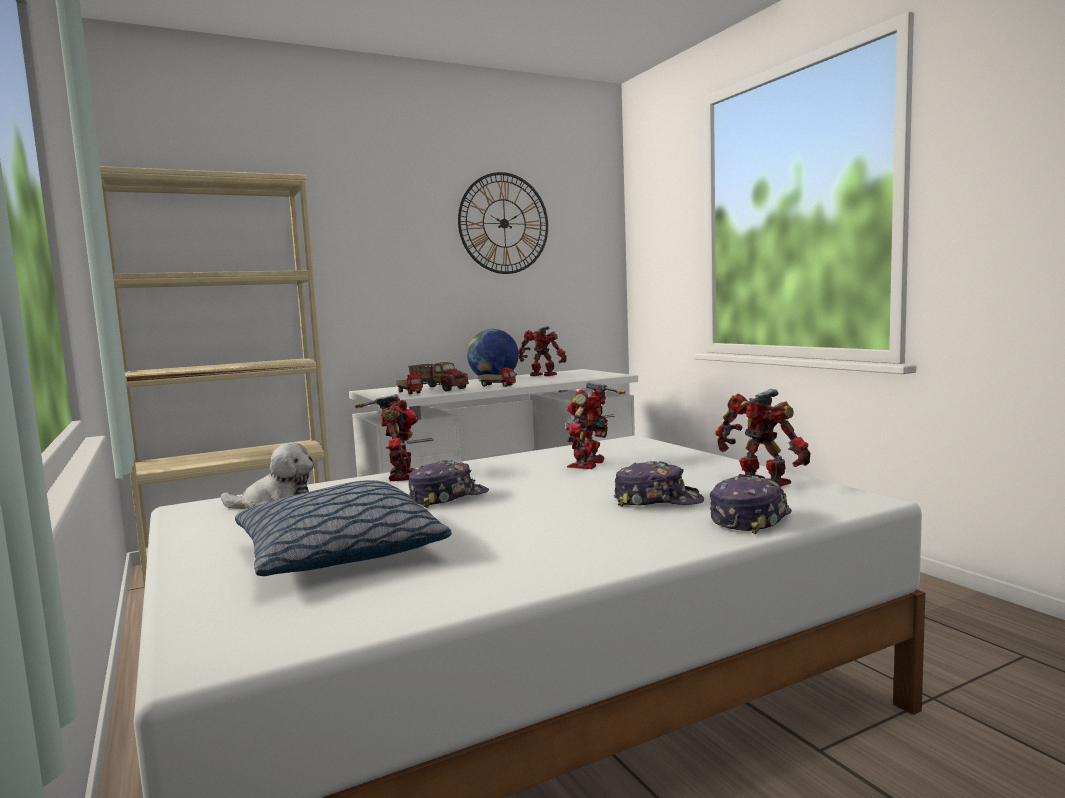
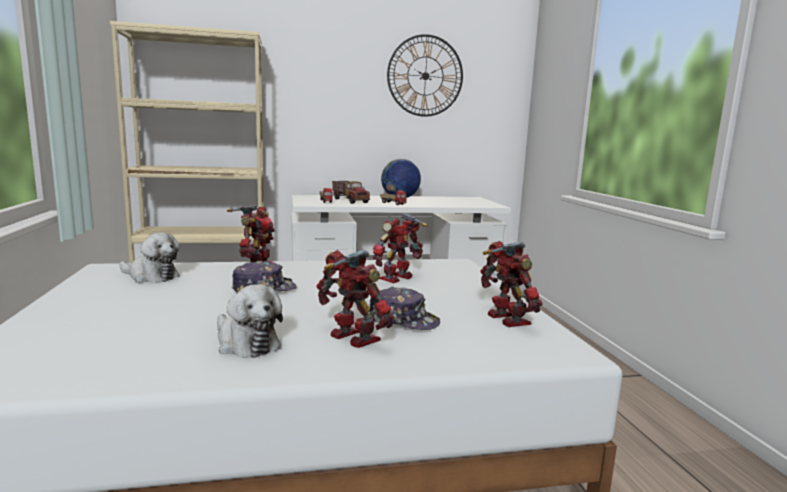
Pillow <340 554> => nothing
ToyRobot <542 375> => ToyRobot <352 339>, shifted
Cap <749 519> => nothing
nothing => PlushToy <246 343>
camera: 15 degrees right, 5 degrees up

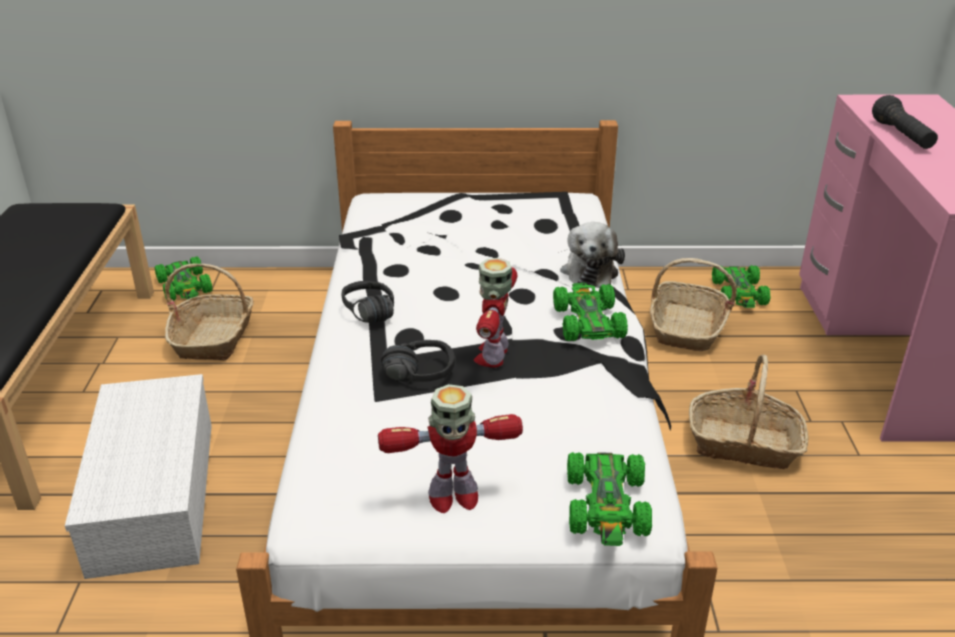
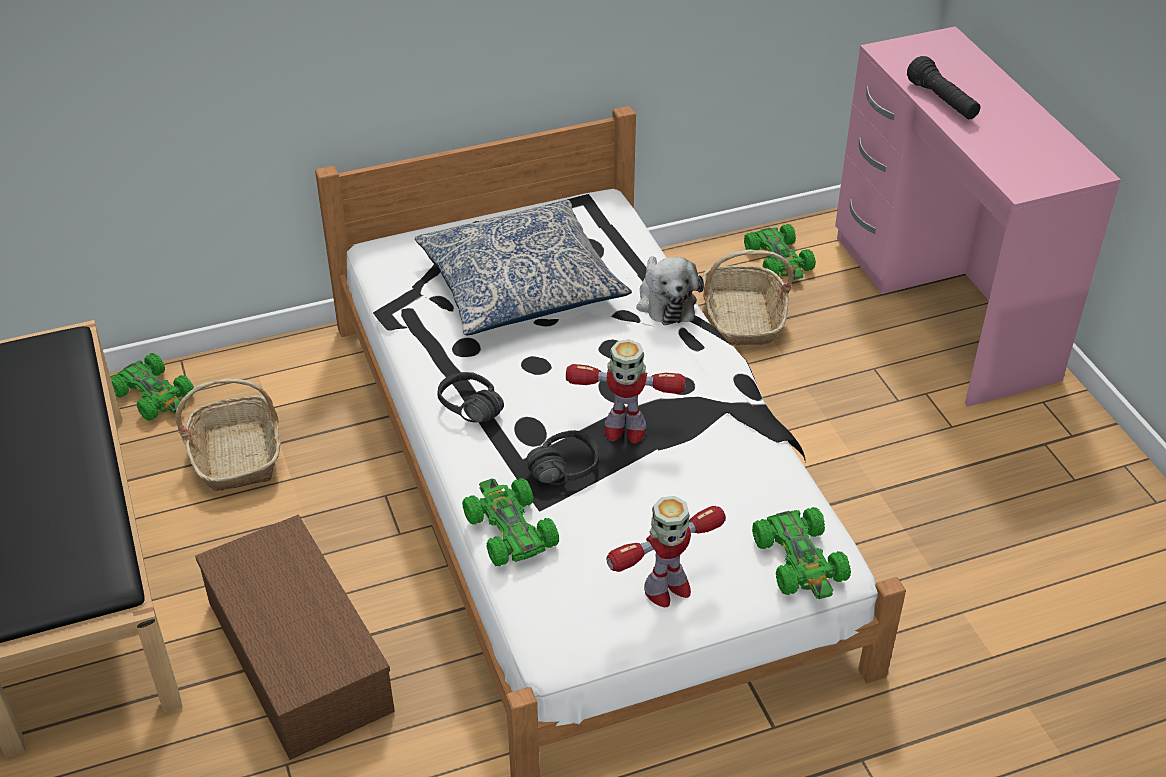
WhiteStorageBox <156 496> => BrownStorageBox <302 657>
ToyRobot <493 355> => ToyRobot <624 429>, 75 degrees counterclockwise
GreenToyCar <587 321> => GreenToyCar <509 530>, shifted
Basket <744 443> => nothing
nothing => Pillow <520 285>
camera: 20 degrees left, 10 degrees up

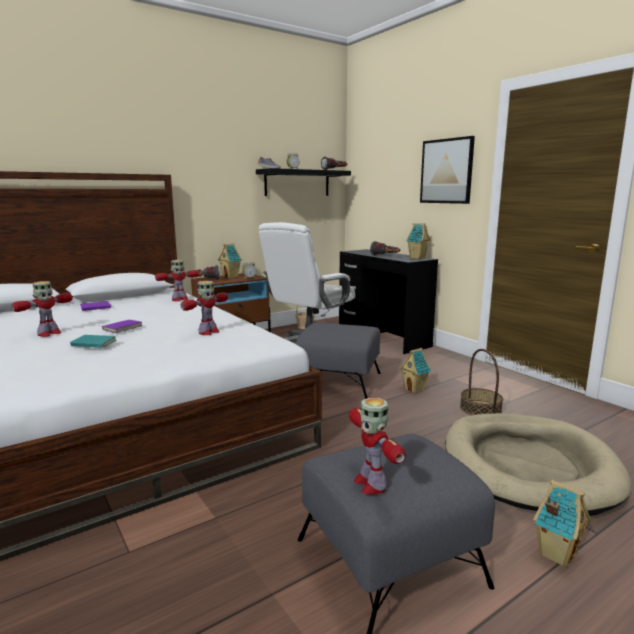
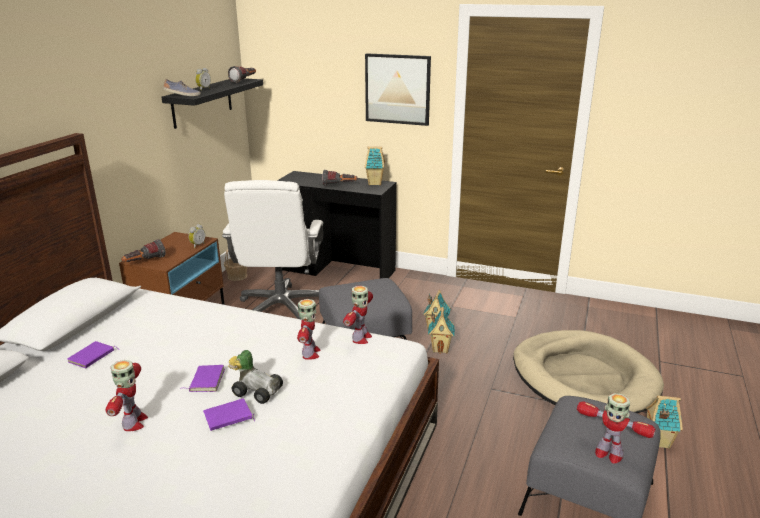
TurquoiseBook <93 344> => PurpleBook <228 418>
ToyRobot <179 299> => ToyRobot <361 338>, shifted
ToyHouse <231 276> => ToyHouse <440 348>, shifted
Basket <480 409> => nothing
nothing => ToyCar <256 390>
camera: 35 degrees left, 10 degrees up

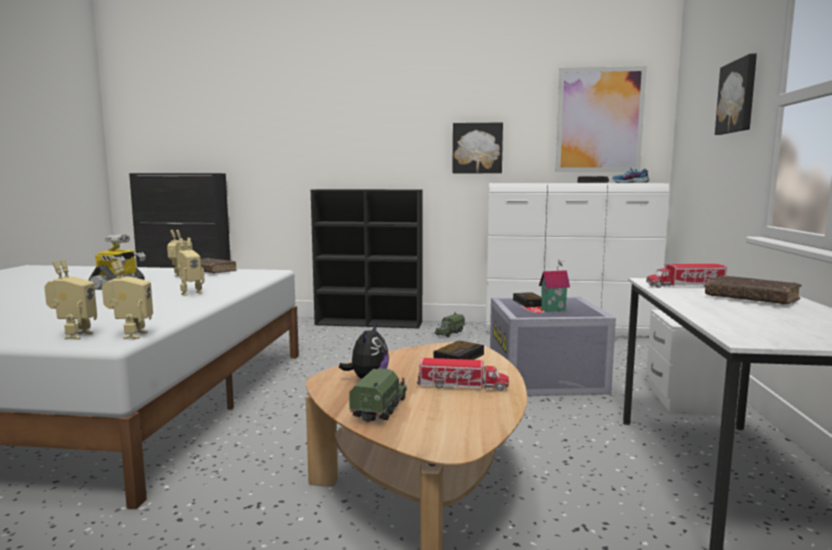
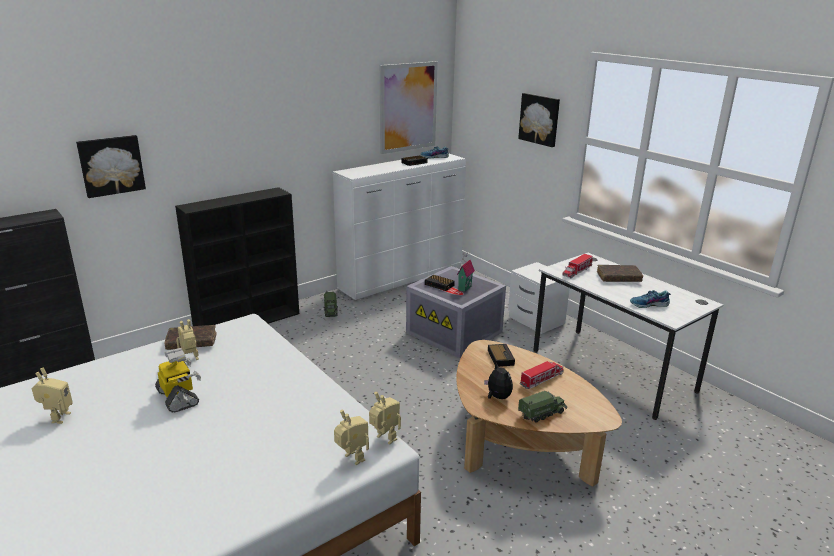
ToyRobot <190 293> => ToyRobot <57 417>, shifted
ToyTruck <380 408> => ToyTruck <542 413>, 90 degrees clockwise
Picture <477 148> => Picture <111 165>, shifted
nothing => Shoe <649 305>
camera: 45 degrees left, 15 degrees up

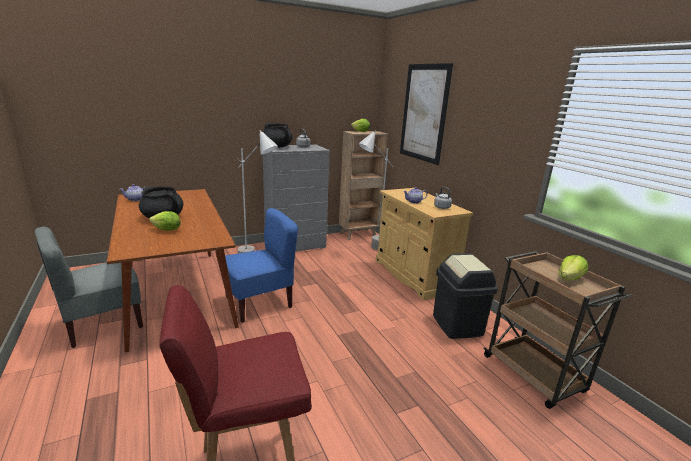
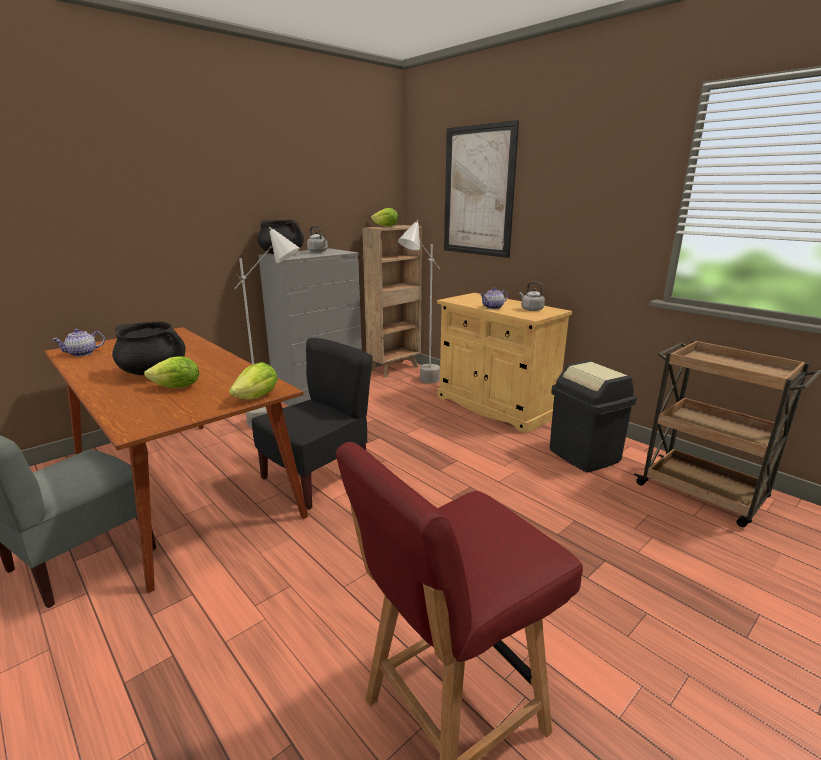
BlueChair <259 303> => BlackChair <316 478>
Lettuce <569 279> => Lettuce <257 397>, shifted
camera: 15 degrees left, 0 degrees up

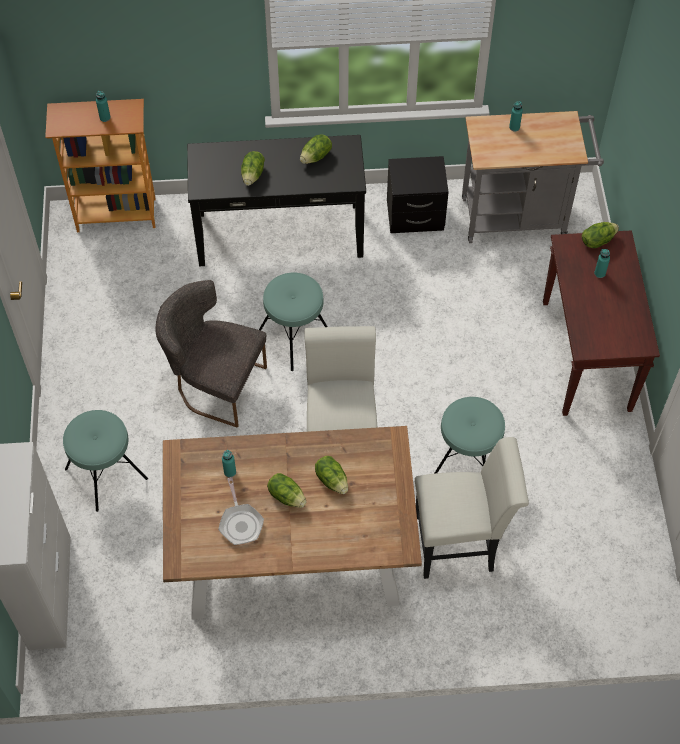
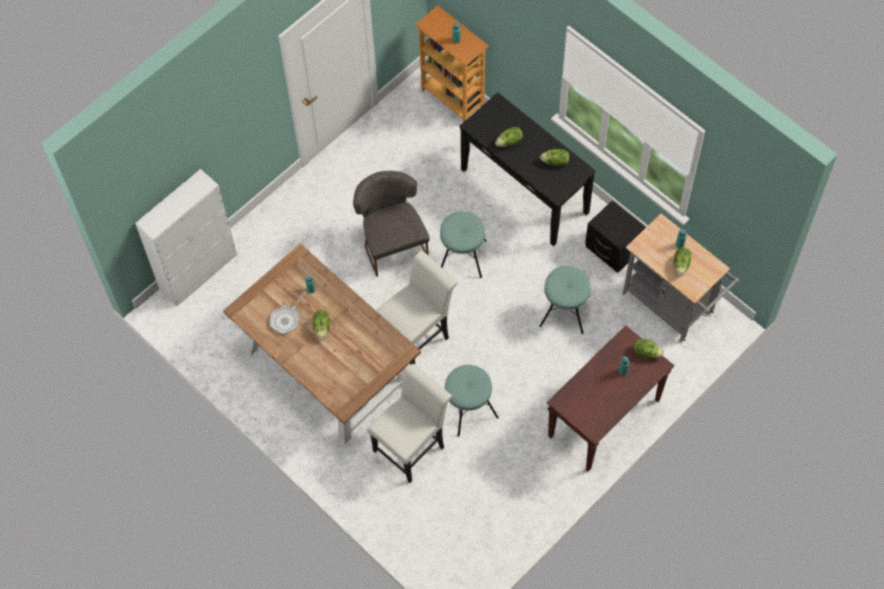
TurquoiseStool <106 473> => TurquoiseStool <564 311>, shifted
Lettuce <332 480> => Lettuce <681 265>, shifted
WhiteChair <461 543> => WhiteChair <412 445>, 90 degrees counterclockwise
camera: 50 degrees right, 5 degrees up

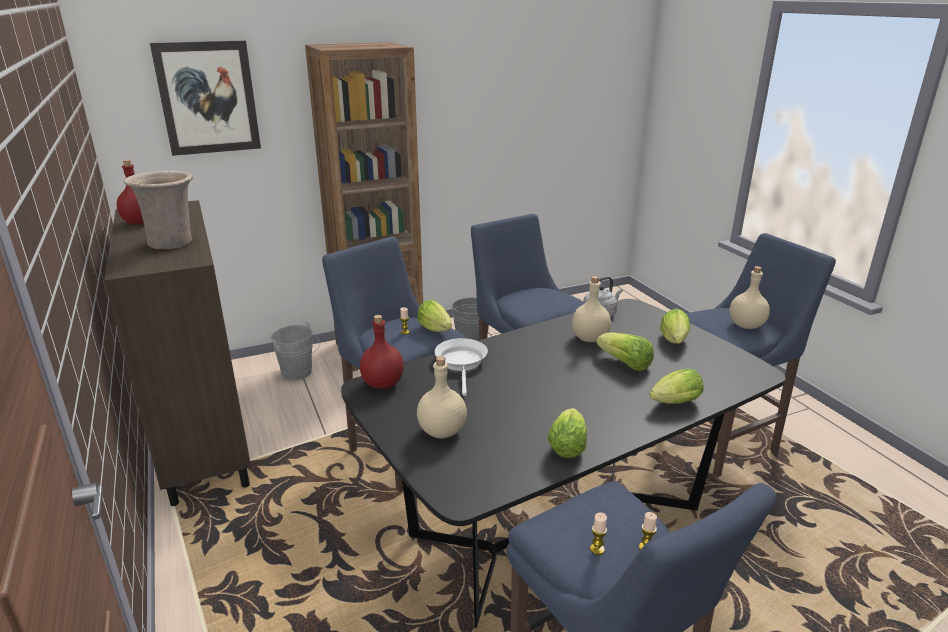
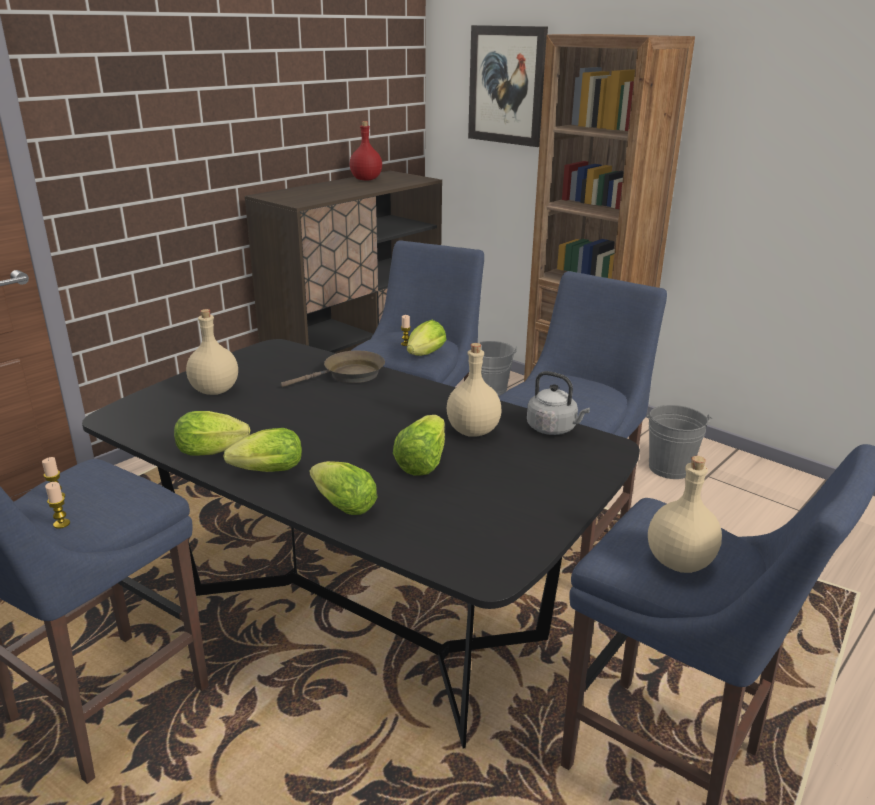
BeigeVase <172 242> => nothing
RedBottle <382 383> => nothing
WhiteFryingPan <462 363> => BrownFryingPan <349 375>
Lettuce <674 342> => Lettuce <264 472>, shifted
camera: 65 degrees right, 0 degrees up

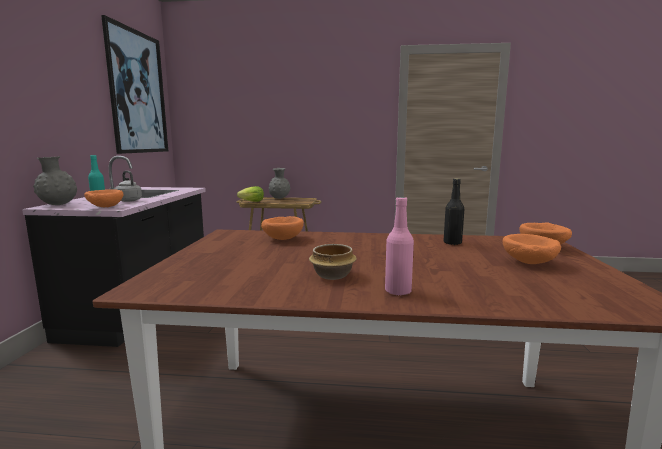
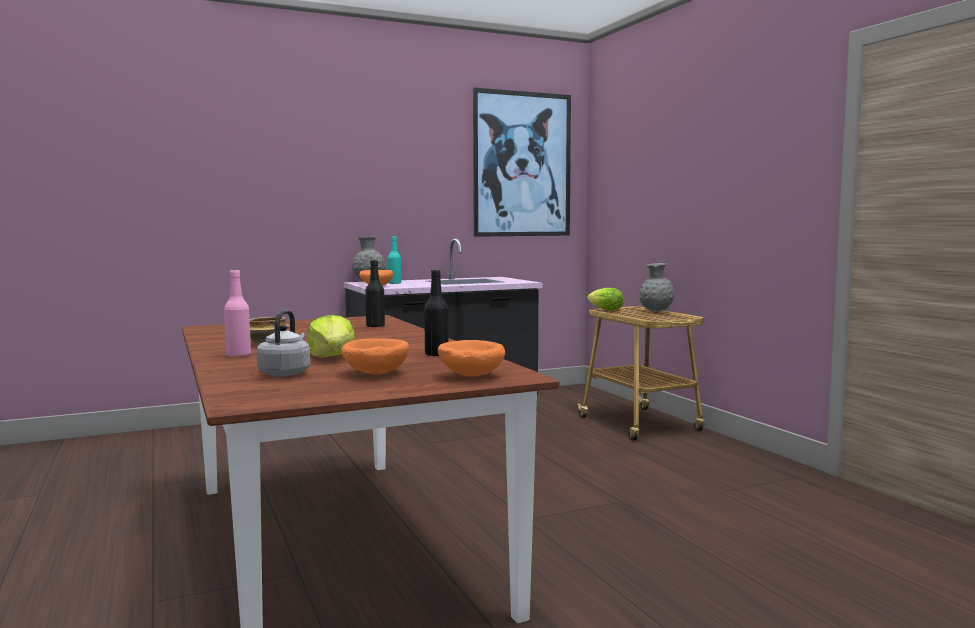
GreyKettle <128 200> => GreyKettle <286 373>, shifted
OrangeBowl <283 238> => BlackBottle <375 326>
nothing => Lettuce <332 357>
camera: 60 degrees right, 5 degrees down

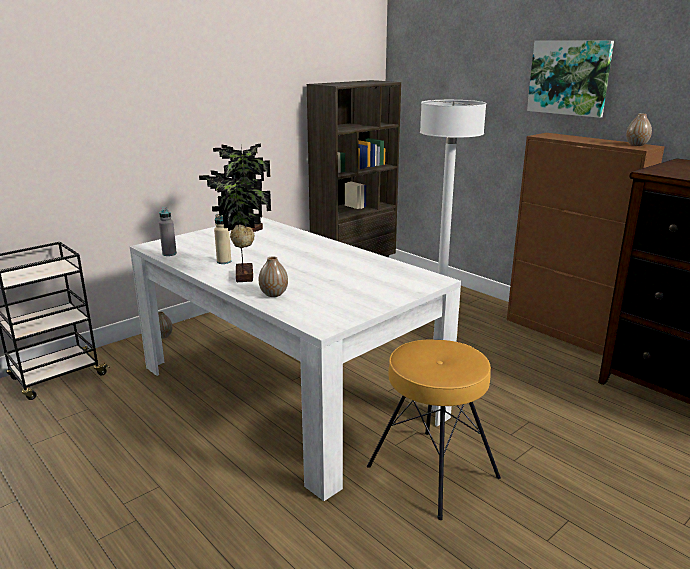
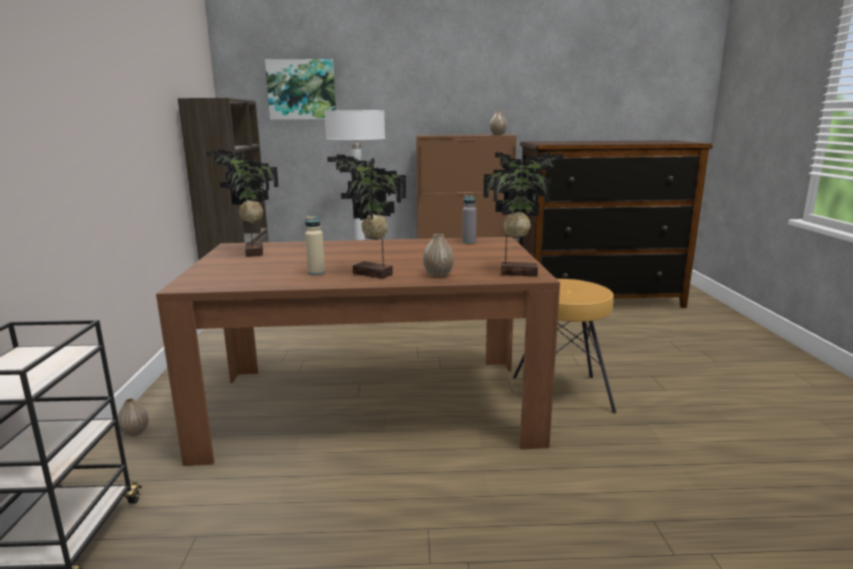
WhiteDiningTable <287 391> => BrownDiningTable <371 406>
GreyBottle <169 254> => GreyBottle <469 242>, shifted
Picture <569 78> => Picture <301 89>, shifted
nothing => PottedPlant <518 272>
camera: 50 degrees left, 5 degrees down

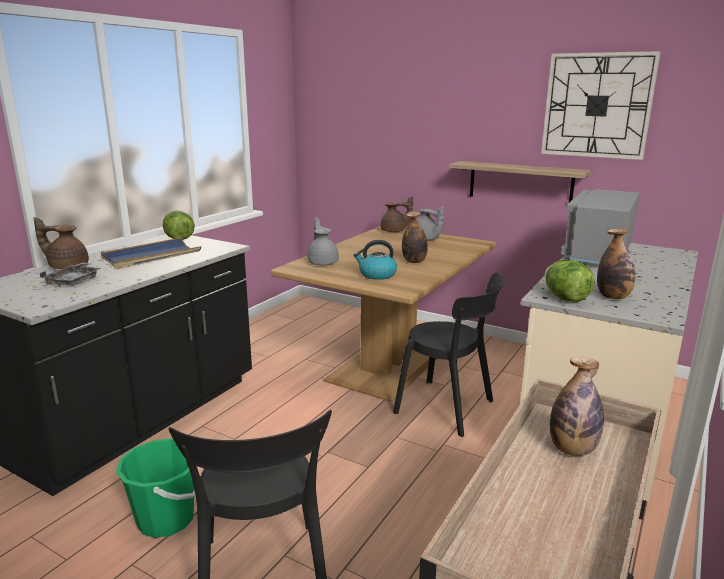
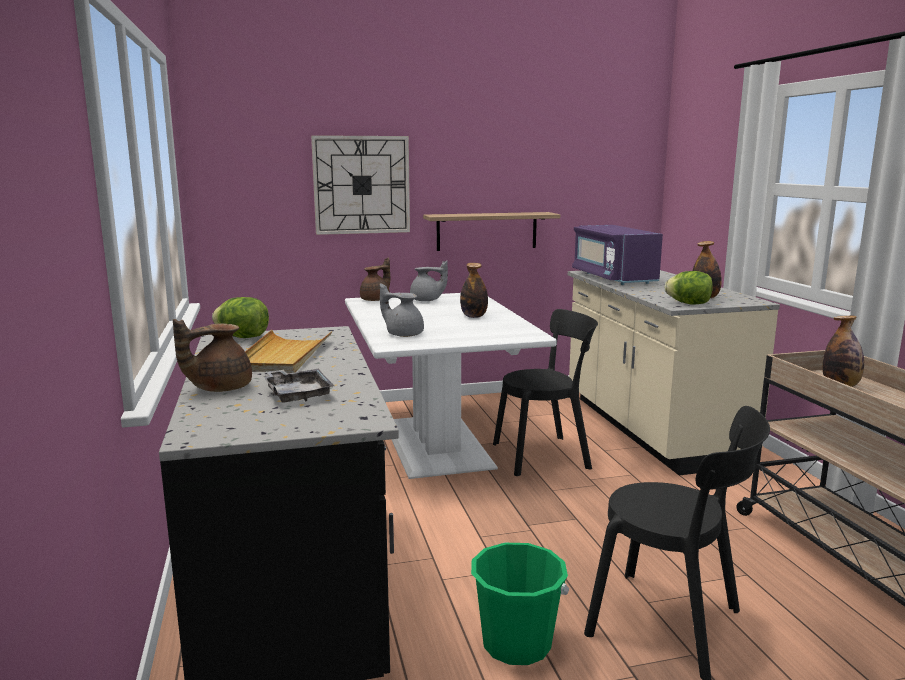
BlueTray <151 256> => BeigeTray <284 356>
BrownDiningTable <390 365> => WhiteDiningTable <438 444>
Kettle <377 275> => nothing
WallClock <597 105> => WallClock <361 185>, shifted
GreyMicrowave <598 253> => PurpleMicrowave <612 278>
camera: 45 degrees left, 5 degrees down

